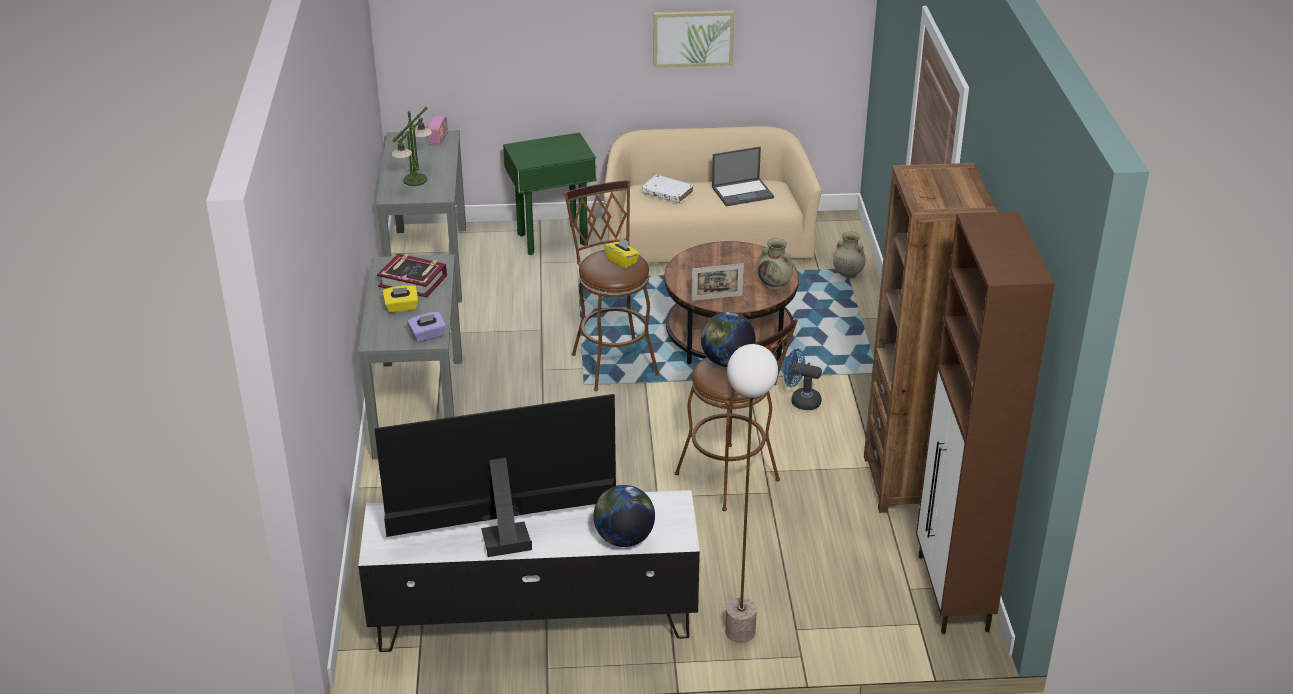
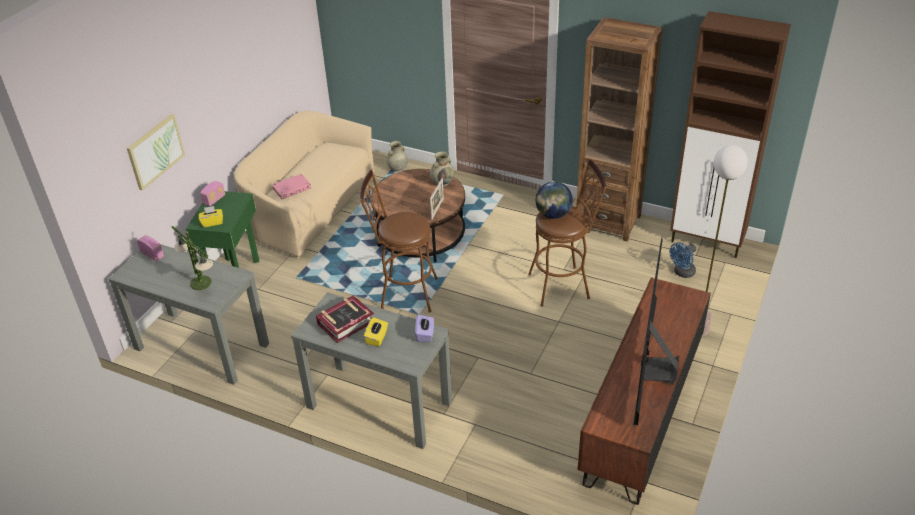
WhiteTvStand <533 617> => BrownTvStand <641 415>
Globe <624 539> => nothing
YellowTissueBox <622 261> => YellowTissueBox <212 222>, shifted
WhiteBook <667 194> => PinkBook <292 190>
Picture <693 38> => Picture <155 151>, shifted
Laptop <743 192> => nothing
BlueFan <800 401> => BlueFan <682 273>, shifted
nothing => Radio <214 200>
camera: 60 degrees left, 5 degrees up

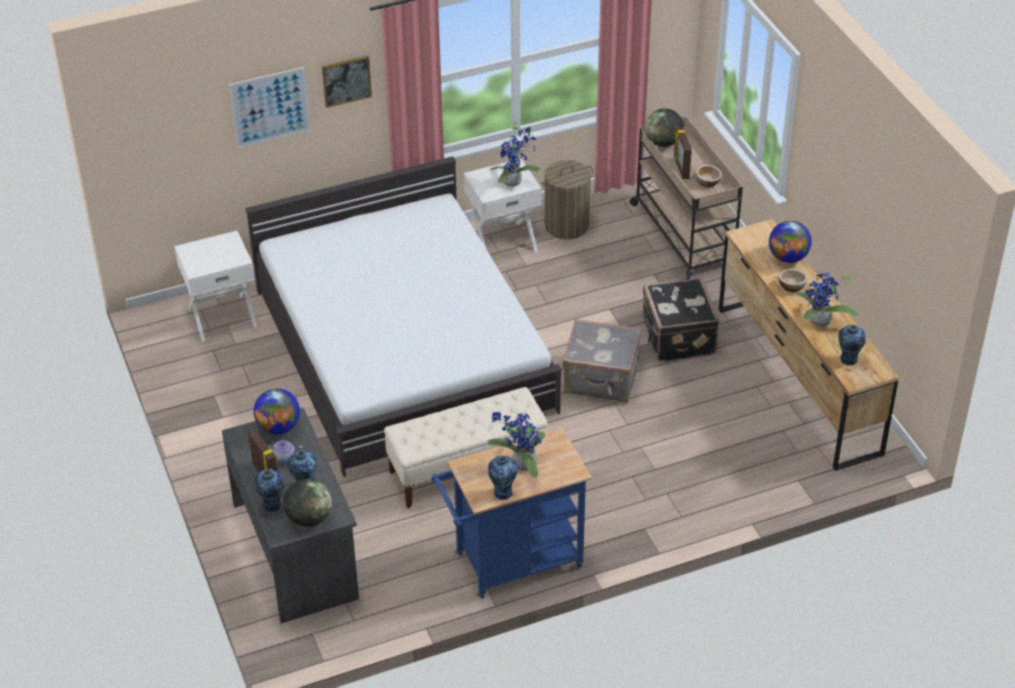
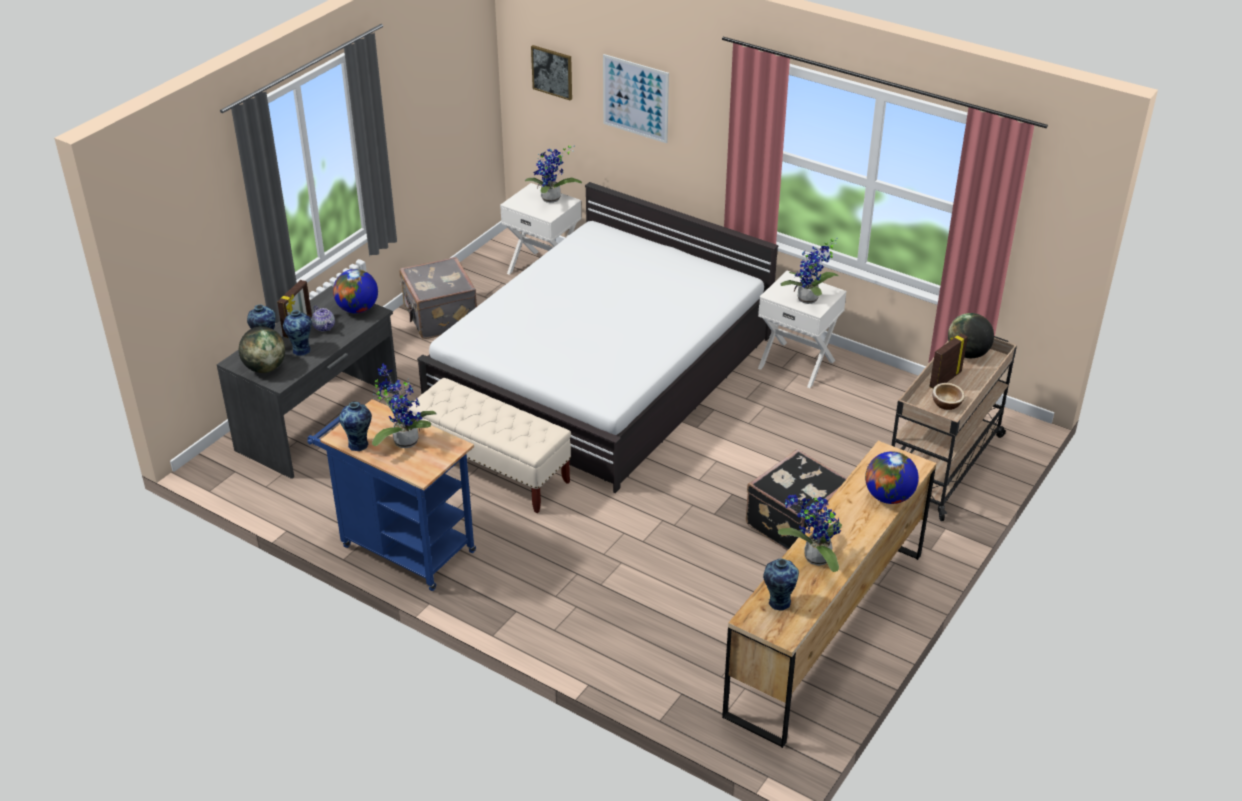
Picture <346 80> => Picture <552 72>, shifted
LaundryBasket <566 225> => nothing
GreySuitcase <601 380> => GreySuitcase <439 317>, shifted
Bowl <791 286> => nothing
nothing => PottedPlant <551 200>
camera: 55 degrees right, 5 degrees down

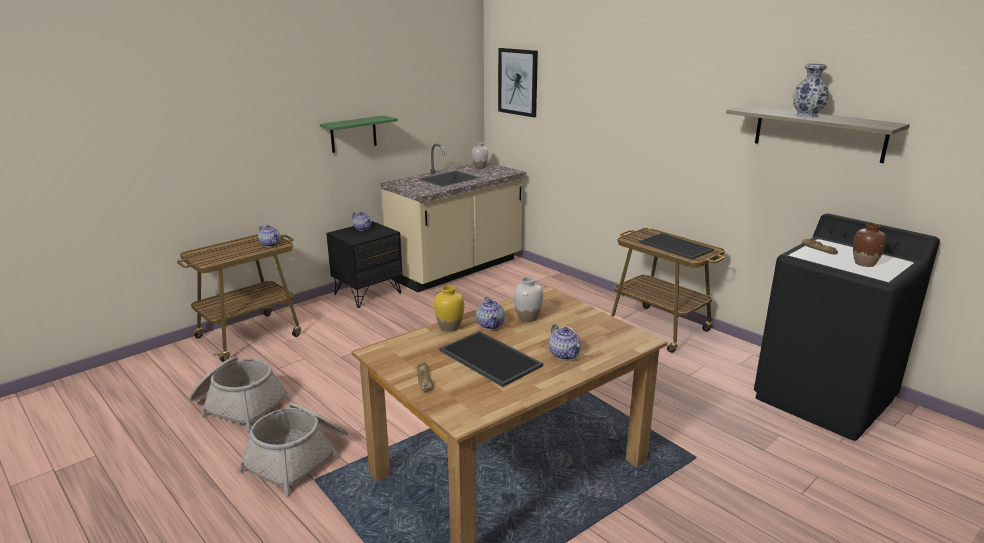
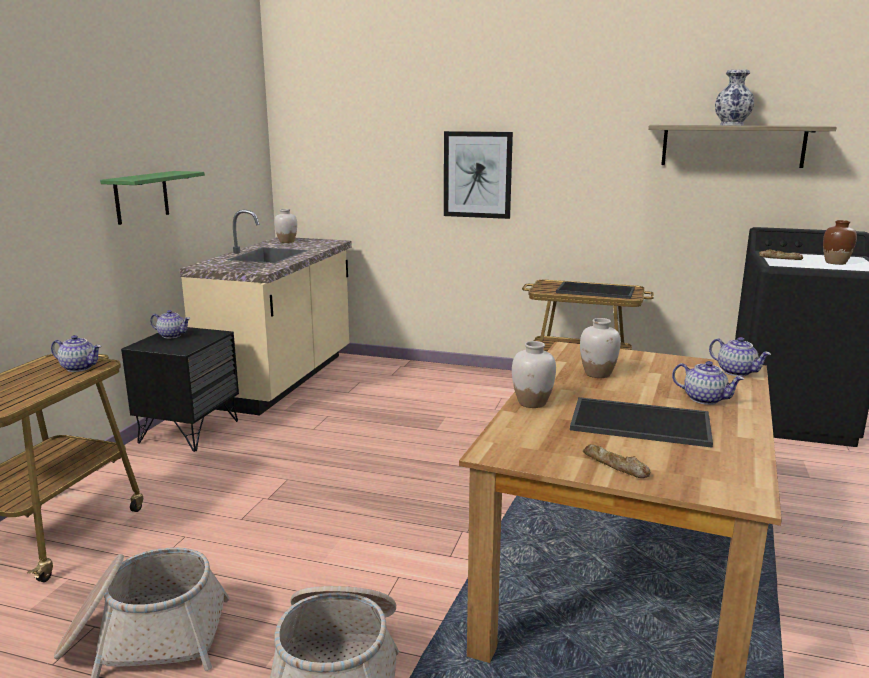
YellowVase <449 327> => WhiteVase <532 403>
Teapot <490 325> => Teapot <737 372>, shifted
Picture <518 82> => Picture <477 174>, shifted
camera: 30 degrees left, 5 degrees down

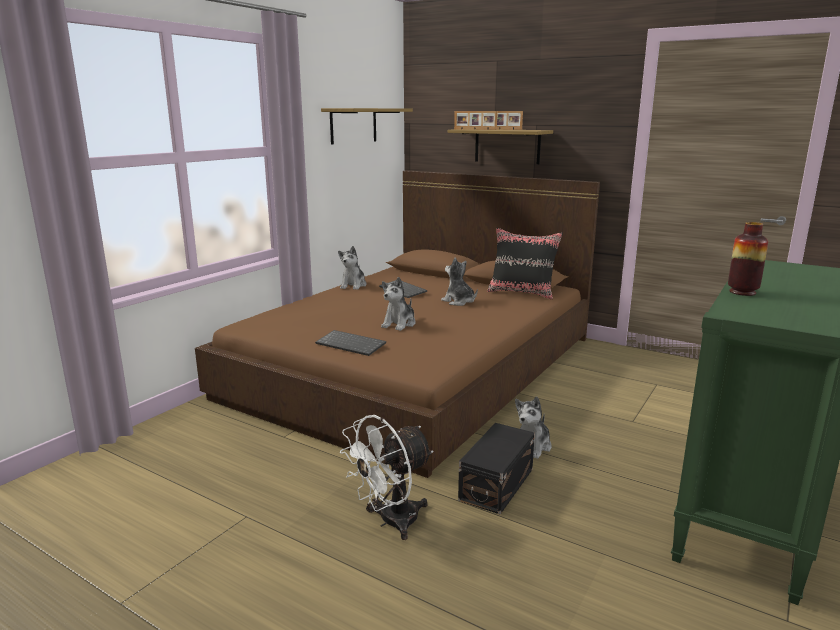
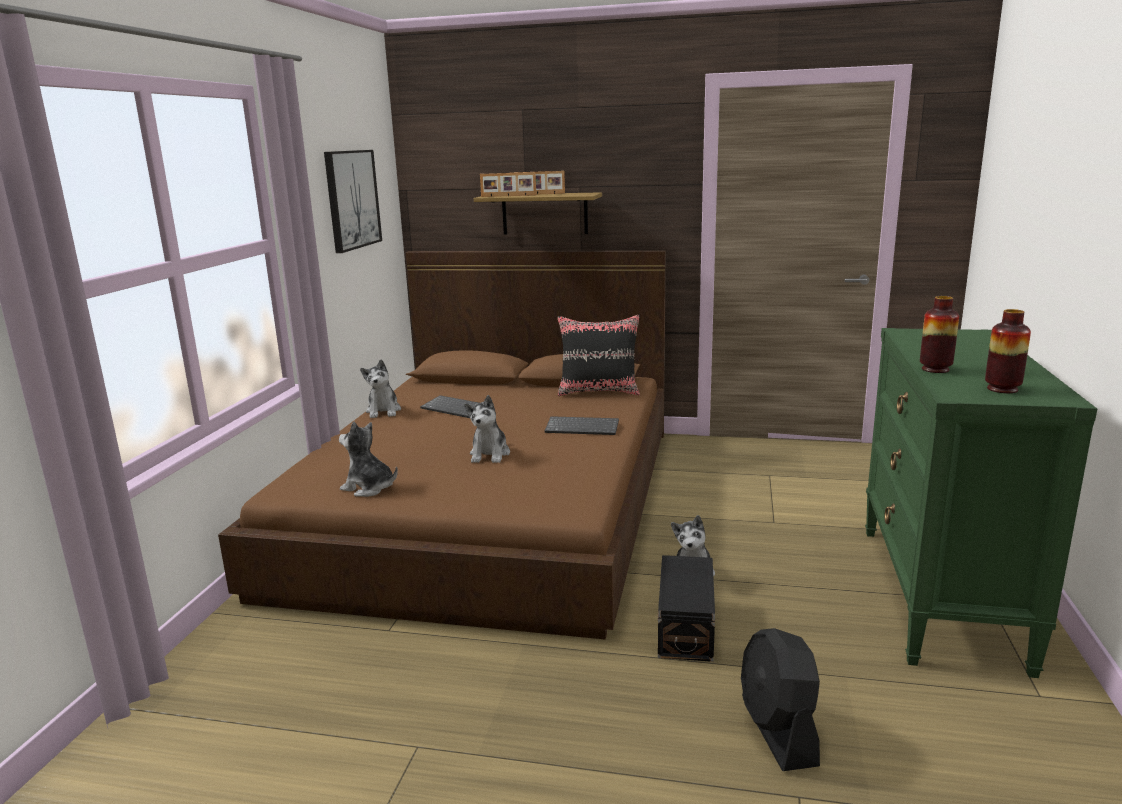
Keyboard <352 344> => Keyboard <583 427>, shifted
Shelf <353 125> => Picture <351 199>
WhiteFan <390 522> => nothing
PlushToy <459 302> => PlushToy <369 488>, shifted
nothing => BlackFan <778 731>
nothing => Vase <1002 389>
camera: 20 degrees left, 0 degrees up

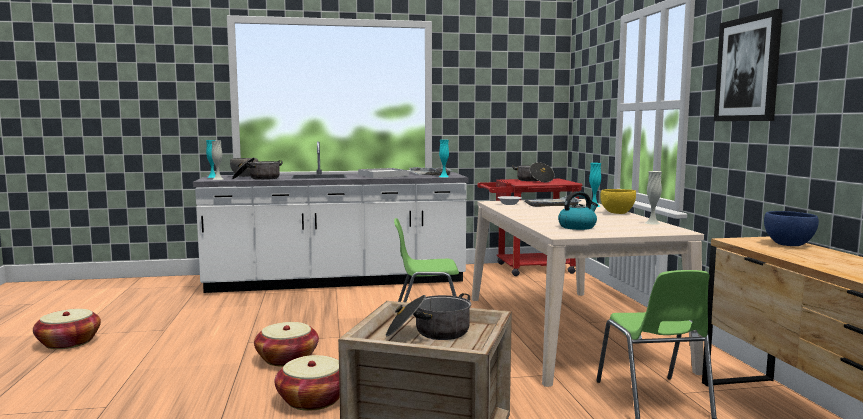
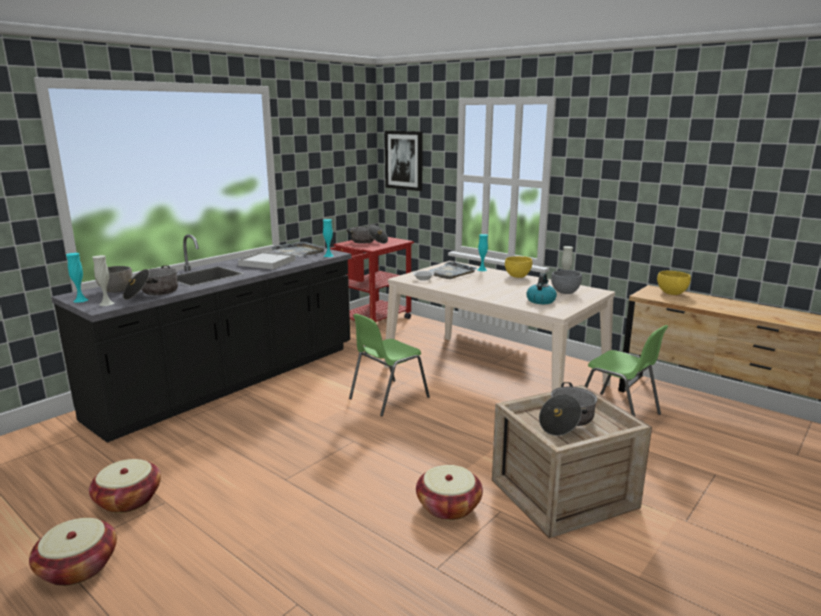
WhiteCounter <337 281> => BlackCounter <232 382>
Basket <287 359> => Basket <128 500>, shifted
Picture <748 69> => Picture <404 160>, shifted
BlueBowl <789 244> => YellowBowl <672 293>
nothing => GreyBowl <565 292>
camera: 40 degrees left, 10 degrees up

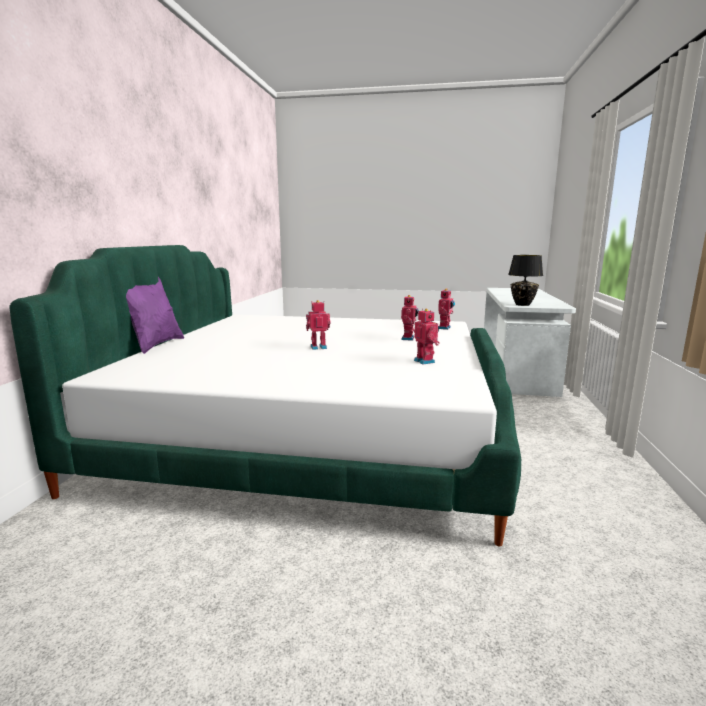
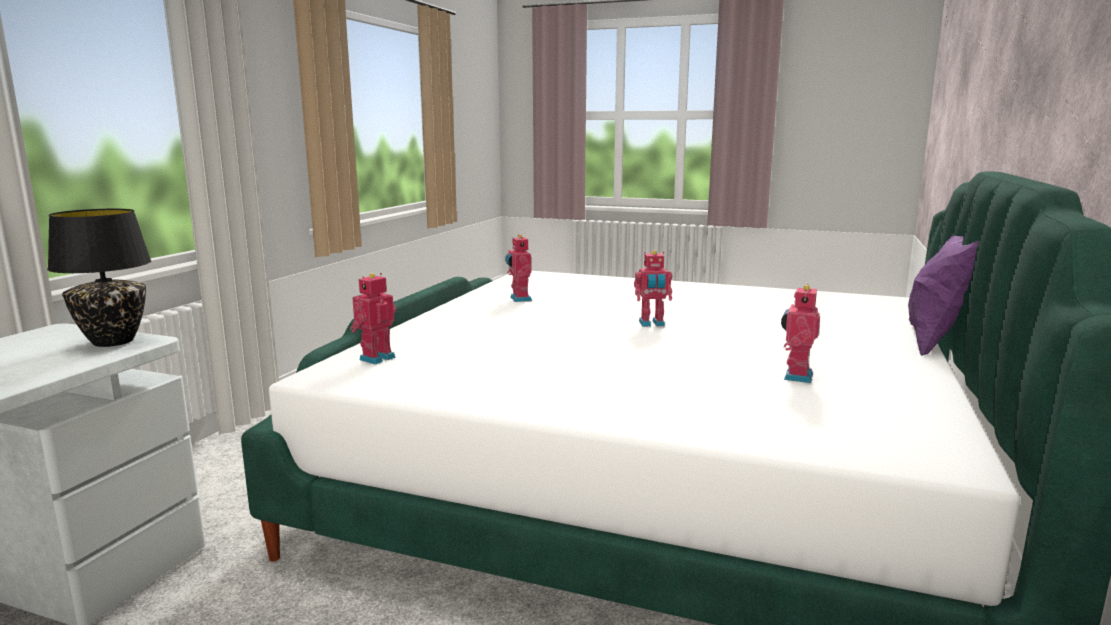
ToyRobot <409 338> => ToyRobot <795 376>, shifted
camera: 170 degrees left, 0 degrees up

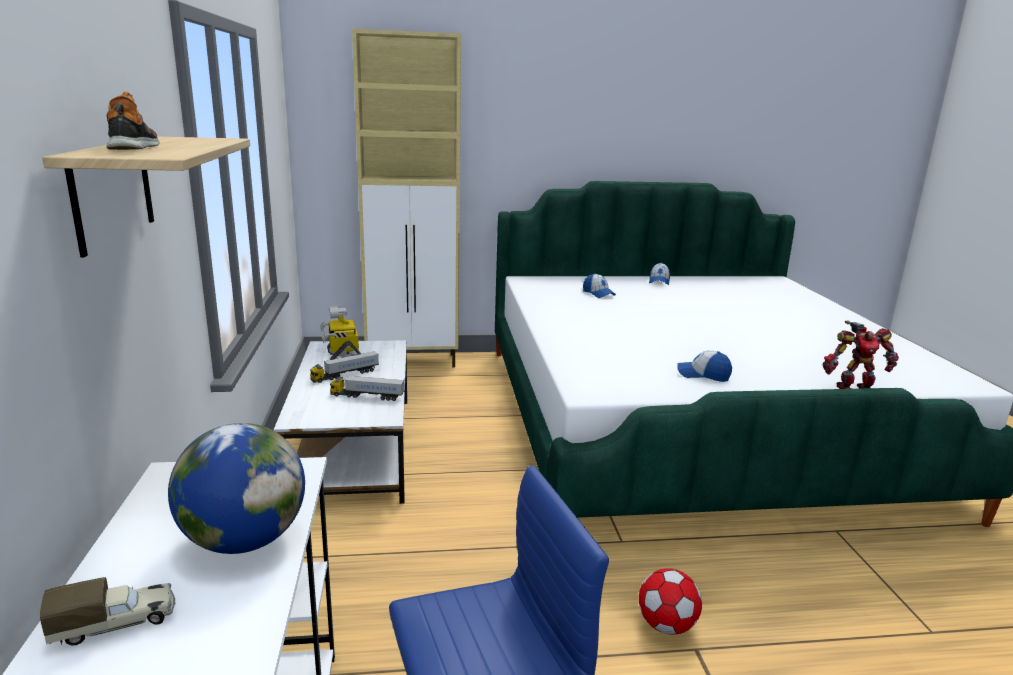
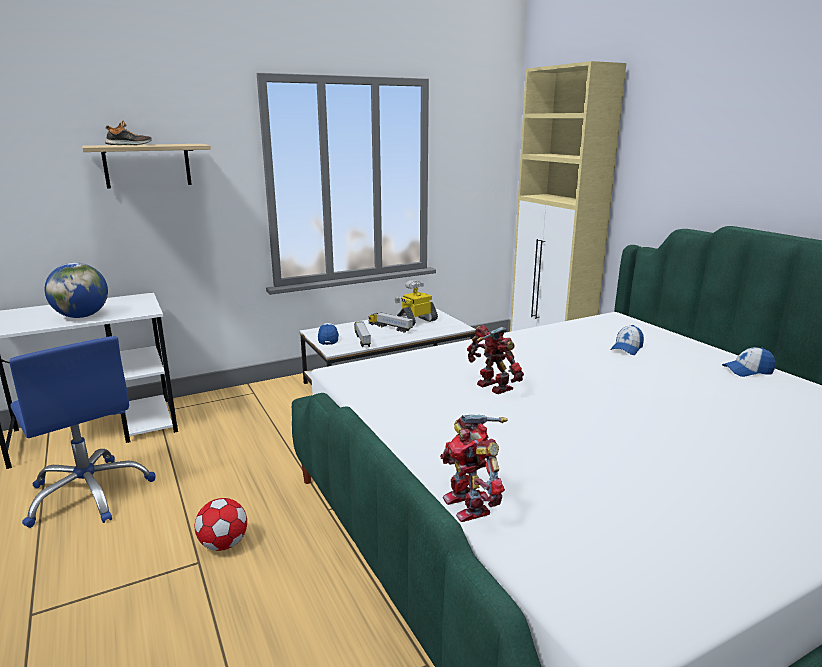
ToyTruck <116 623> => nothing
Cap <703 375> => Cap <328 338>, shifted
nothing => ToyRobot <492 387>
camera: 70 degrees right, 0 degrees up

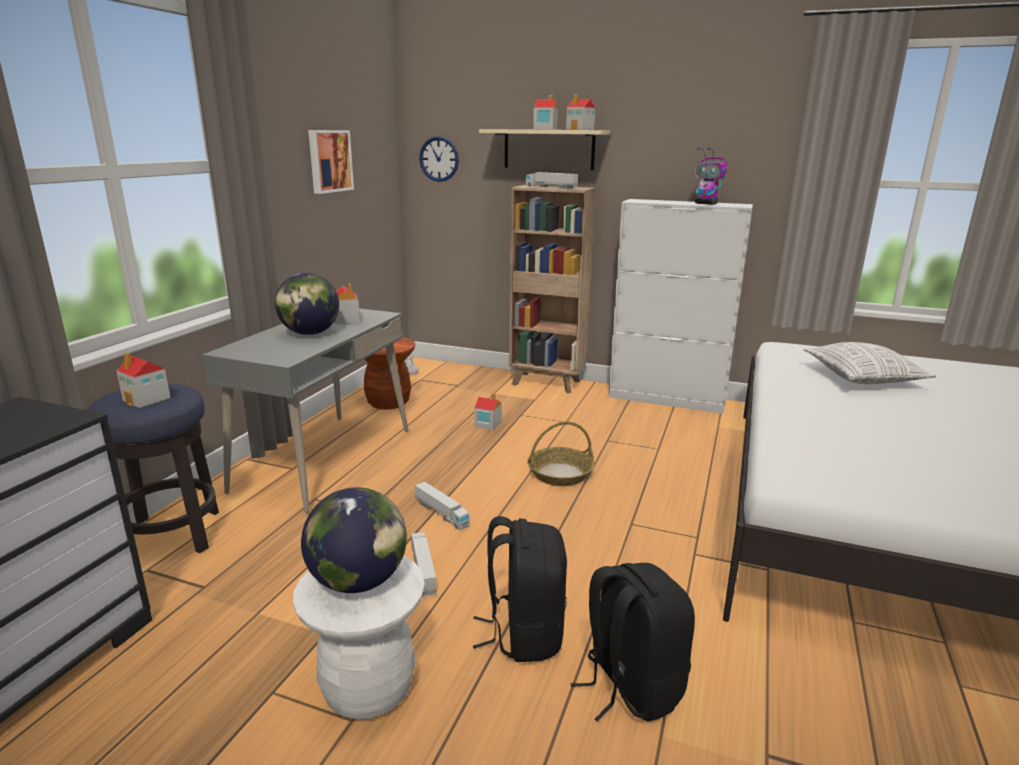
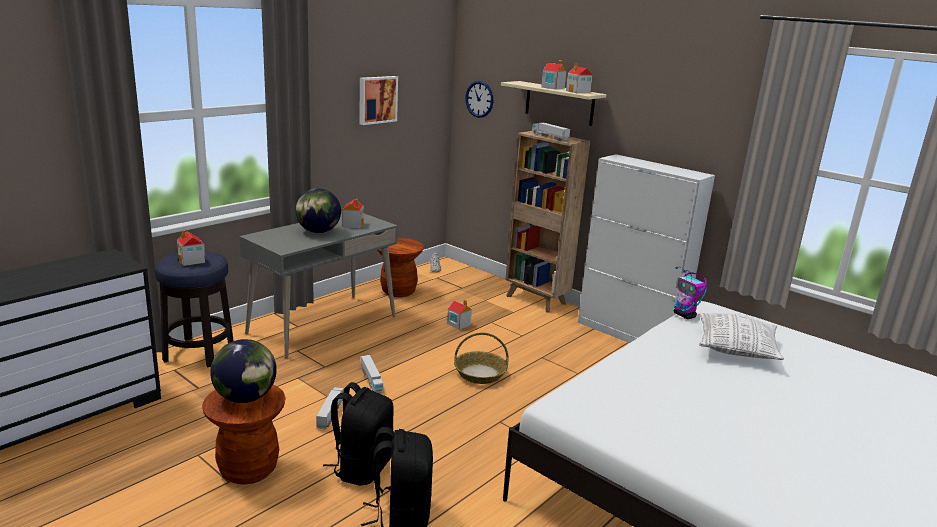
WhiteStool <368 689> => BrownStool <248 469>
ToyRobot <706 204> => ToyRobot <685 315>, shifted
camera: 20 degrees right, 0 degrees up

